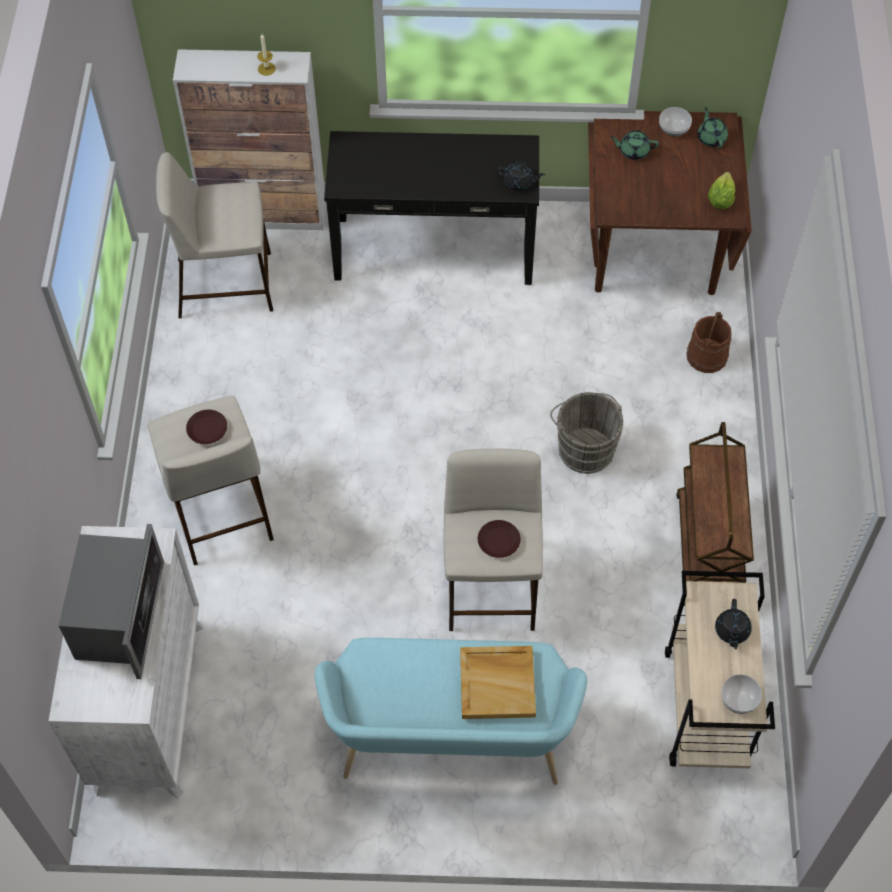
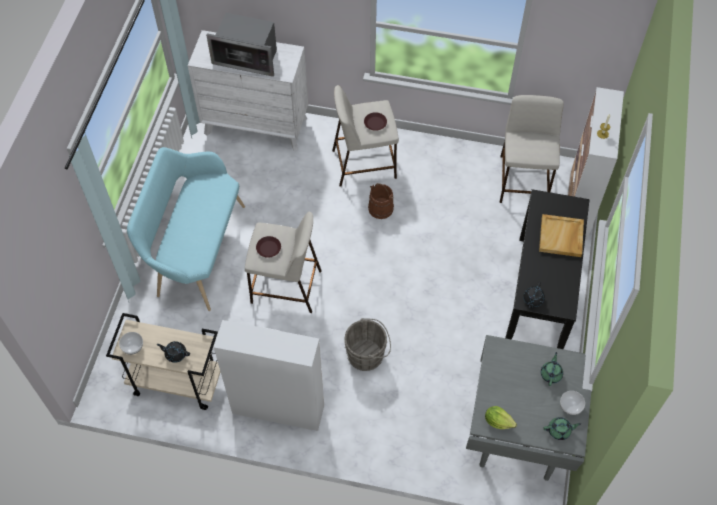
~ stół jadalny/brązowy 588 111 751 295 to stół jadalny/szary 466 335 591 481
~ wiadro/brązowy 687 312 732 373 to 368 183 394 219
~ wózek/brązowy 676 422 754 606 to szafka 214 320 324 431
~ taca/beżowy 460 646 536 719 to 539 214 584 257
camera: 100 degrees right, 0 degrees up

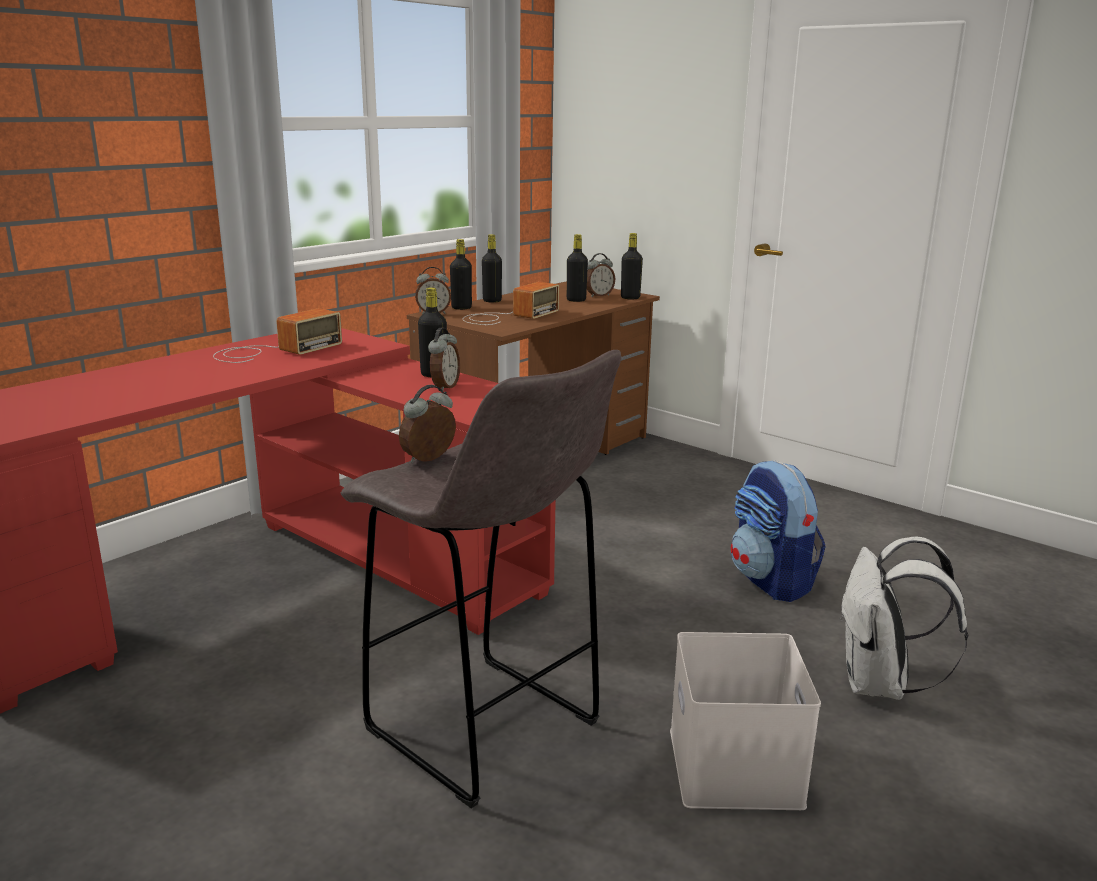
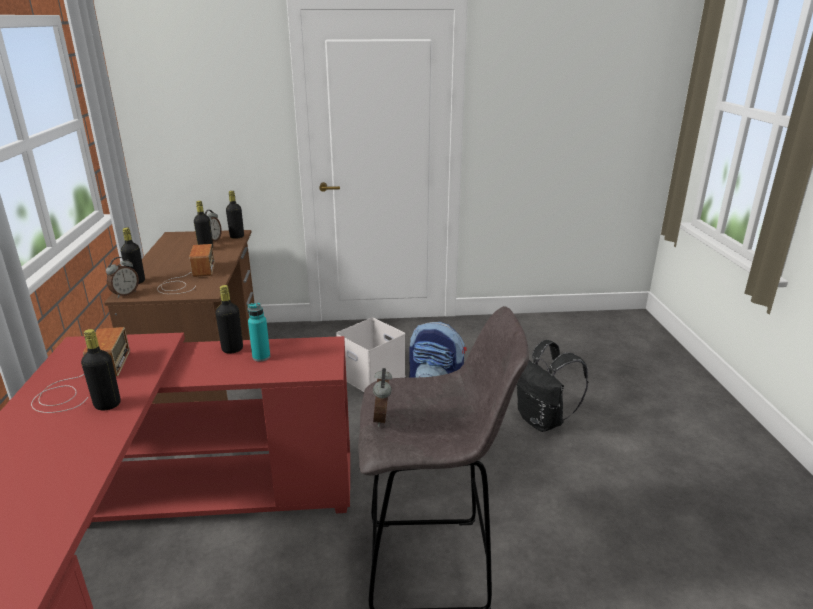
~ butelka/czarny 482 234 502 303 to 81 329 121 410
~ budzik 428 328 460 391 to butelka/turkusowy 247 303 270 361
~ plecak/biały 839 537 968 700 to plecak/czarny 516 340 588 432
~ pojemnik do przechowywania/biały 670 632 821 810 to 336 318 406 392
camera: 45 degrees left, 5 degrees up

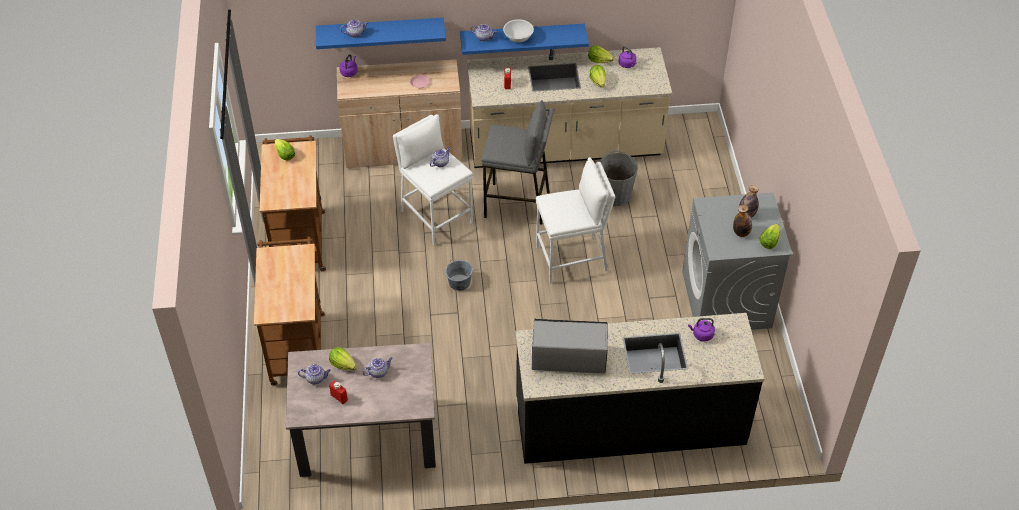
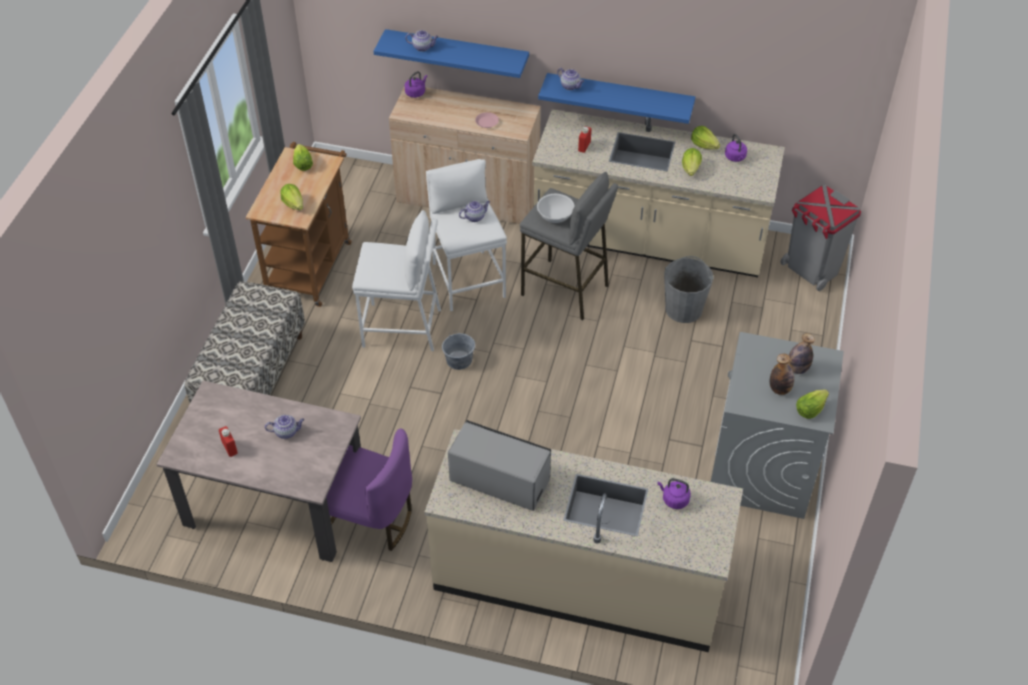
~ miska/biały 503 19 534 43 to 537 194 575 223
~ stołek/biały 536 157 615 284 to 352 210 441 351
~ wózek/brązowy 254 237 325 386 to ławka 185 281 305 403
~ zabudowa kuchenna/czarny 515 313 764 464 to zabudowa kuchenna/beżowy 425 429 743 652
~ sałata 329 347 357 370 to 280 184 303 210
- imbryk 298 364 331 384
+ kosz na śmieci/szary 780 185 861 291
+ krzesło/fioletowy 326 428 412 551
camera: 20 degrees right, 0 degrees up

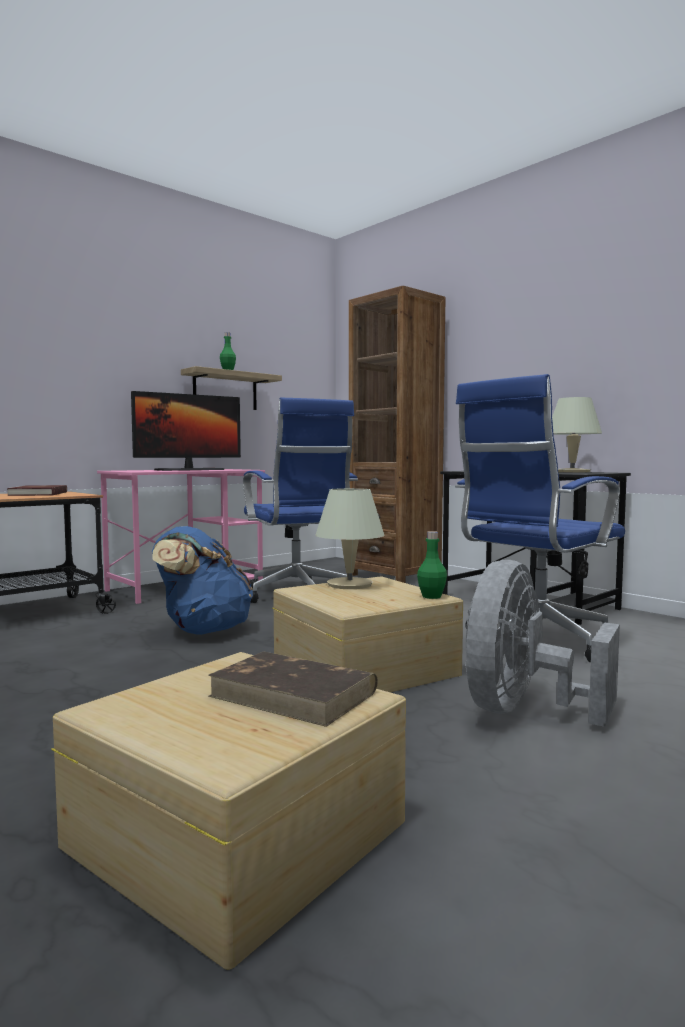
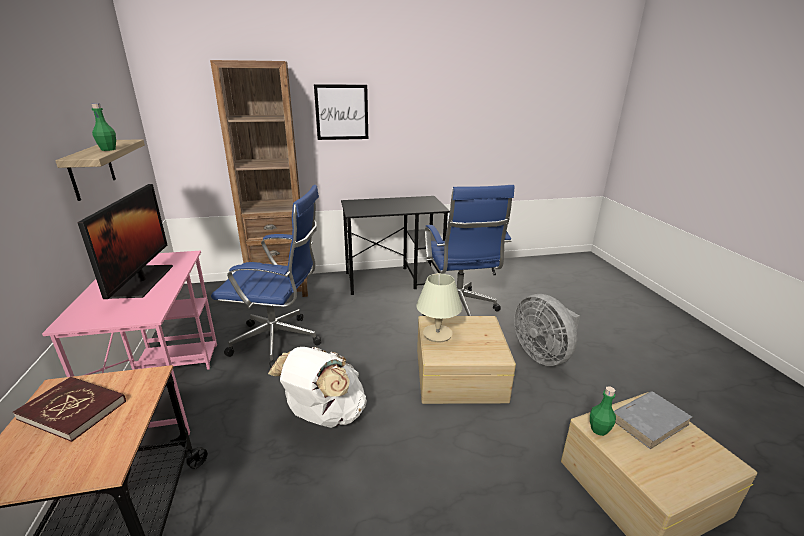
- lampa stołowa/beżowy 552 397 602 473
~ plecak/niebieski 152 526 253 635 to plecak/biały 268 347 367 428
~ butelka/zielony 417 531 447 599 to 590 386 616 436
~ książka/brązowy 208 652 378 727 to książka/szary 614 392 692 449
+ obraz 314 84 368 140
camera: 60 degrees left, 20 degrees up

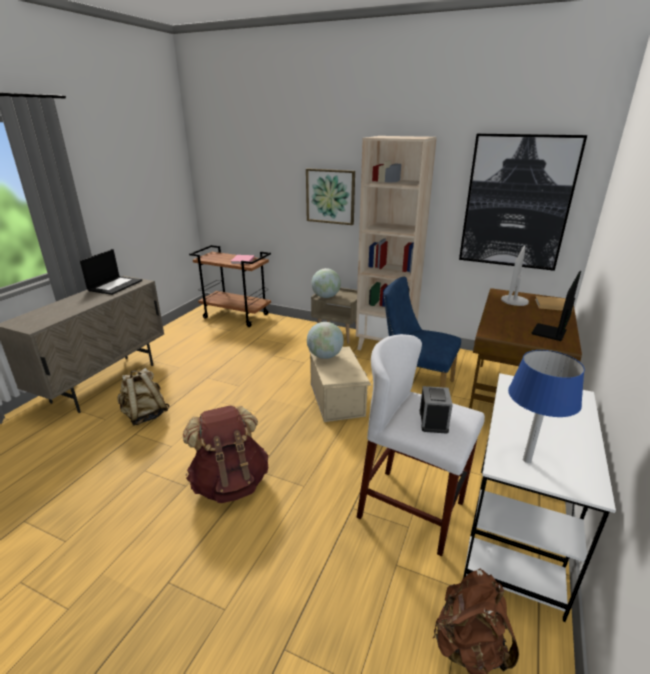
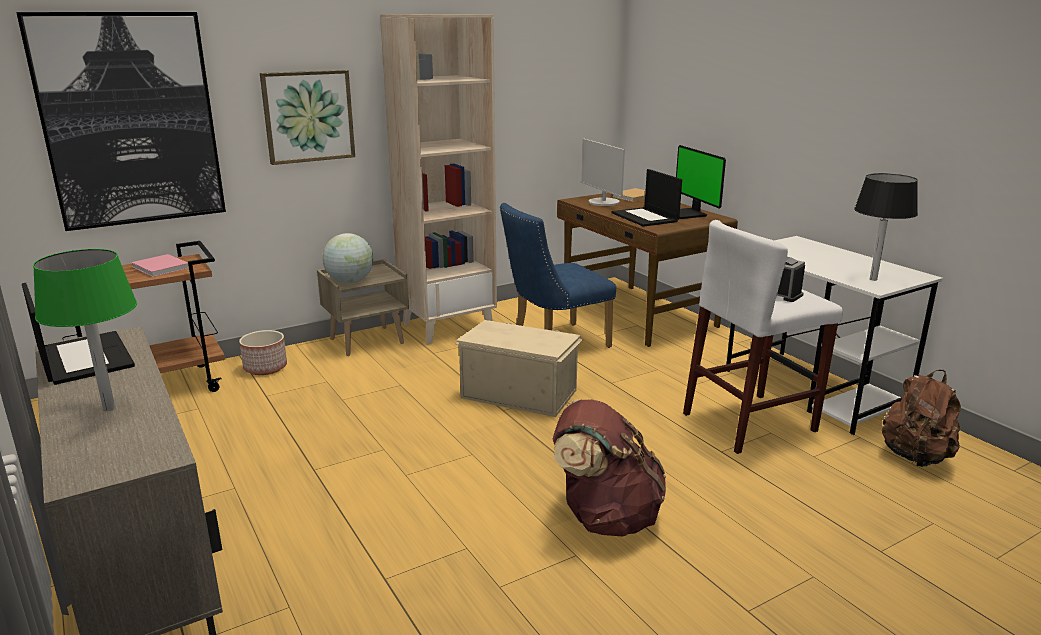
~ obraz 459 134 587 271 to 16 12 226 231
- globus 307 322 344 359
~ lampa stołowa/niebieski 508 350 585 463 to lampa stołowa/czarny 854 173 918 281
- plecak/beżowy 117 368 169 425
+ laptop 612 169 682 227
+ lampa stołowa/zielony 33 249 137 411
+ donica 239 330 287 375
camera: 55 degrees left, 5 degrees down

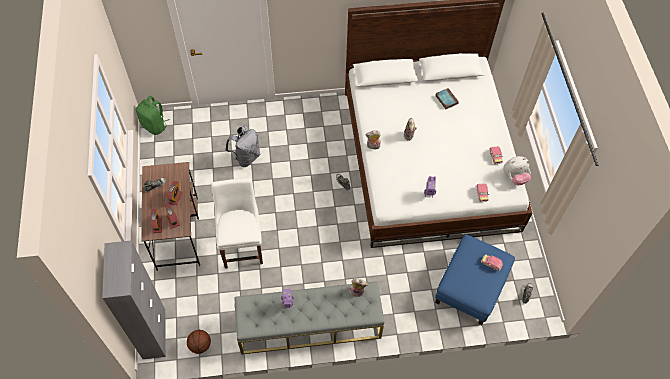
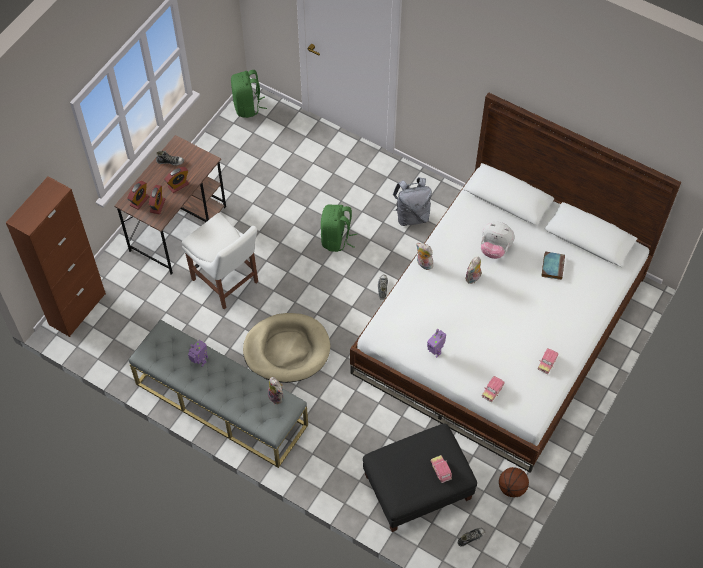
~ plecak/szary 225 126 260 167 to 393 177 432 226
~ pluszak 503 156 531 185 to 481 222 514 259
~ krzesło/biały 211 178 263 269 = 182 213 258 309 105 degrees clockwise
~ pufa/niebieski 435 235 515 325 to pufa/czarny 363 423 477 532
~ szafka/szary 102 240 166 359 to szafka/brązowy 6 176 106 337
~ piłka do koszykówki 187 330 211 354 to 499 467 529 497
+ plecak/zielony 321 205 357 252
+ legowisko/beżowy 243 313 331 383
camera: 40 degrees right, 0 degrees up

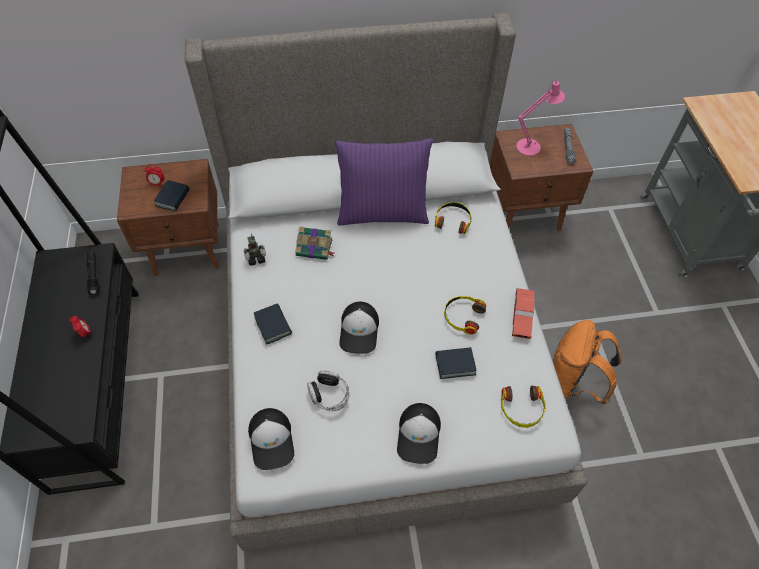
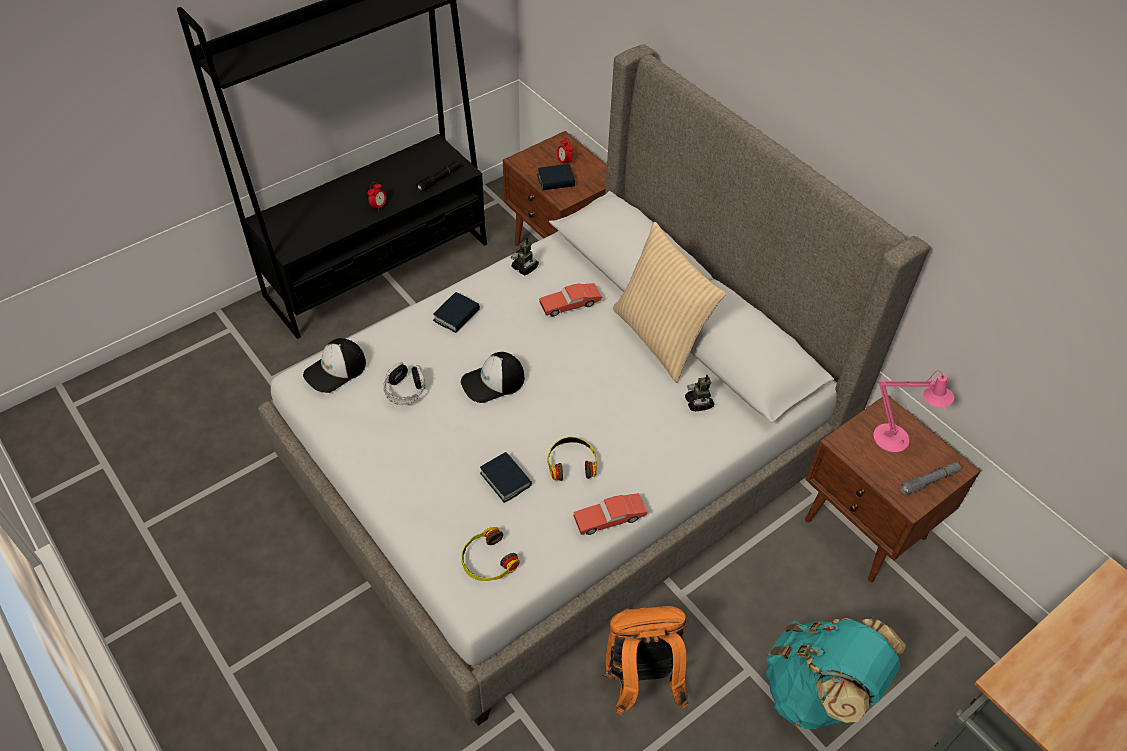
~ poduszka/fioletowy 335 138 433 226 to poduszka/beżowy 613 222 726 383
~ słuchawki 435 202 472 234 to robot zabawkowy 685 375 714 411
~ książka 295 227 334 260 to samochodzik/czerwony 539 283 602 317
- czapka z daszkiem 397 403 441 464
+ plecak/turkusowy 766 618 906 729
camera: 60 degrees right, 5 degrees down

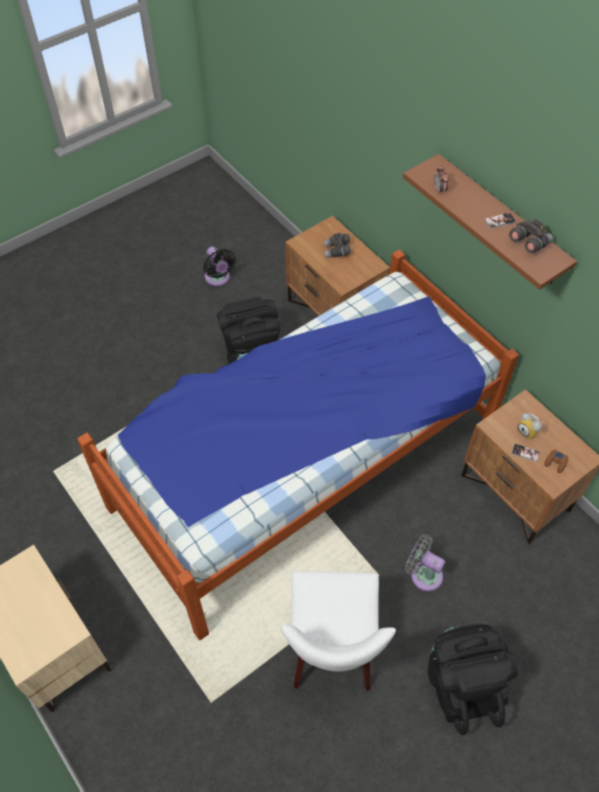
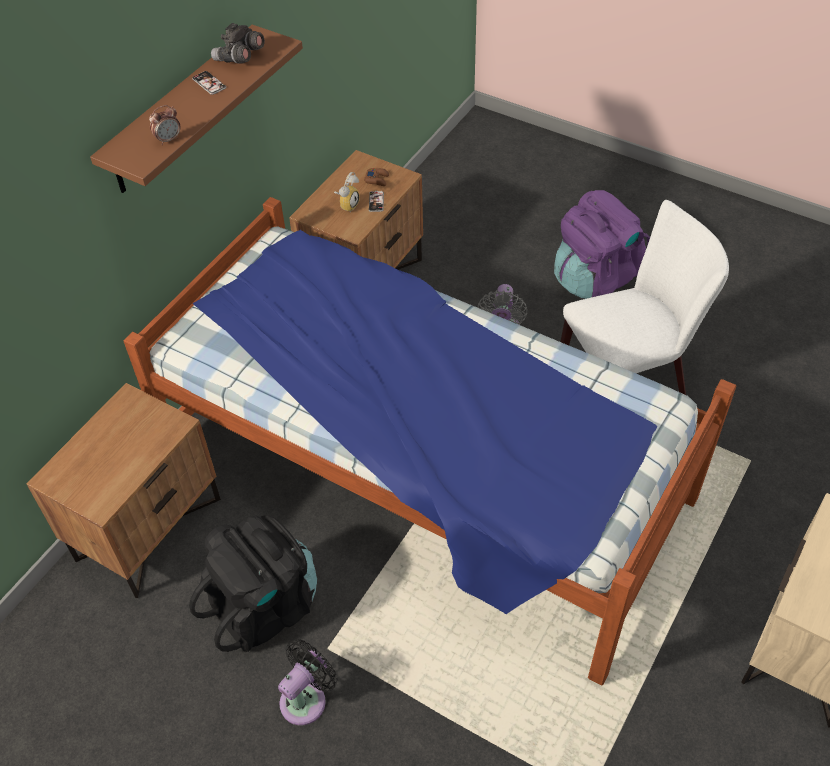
- lornetka/szary 324 233 351 258
~ wentylator/czarny 203 246 236 286 to 278 639 337 725
~ plecak/czarny 428 624 518 735 to plecak/fioletowy 554 190 650 299
camera: 110 degrees left, 5 degrees down

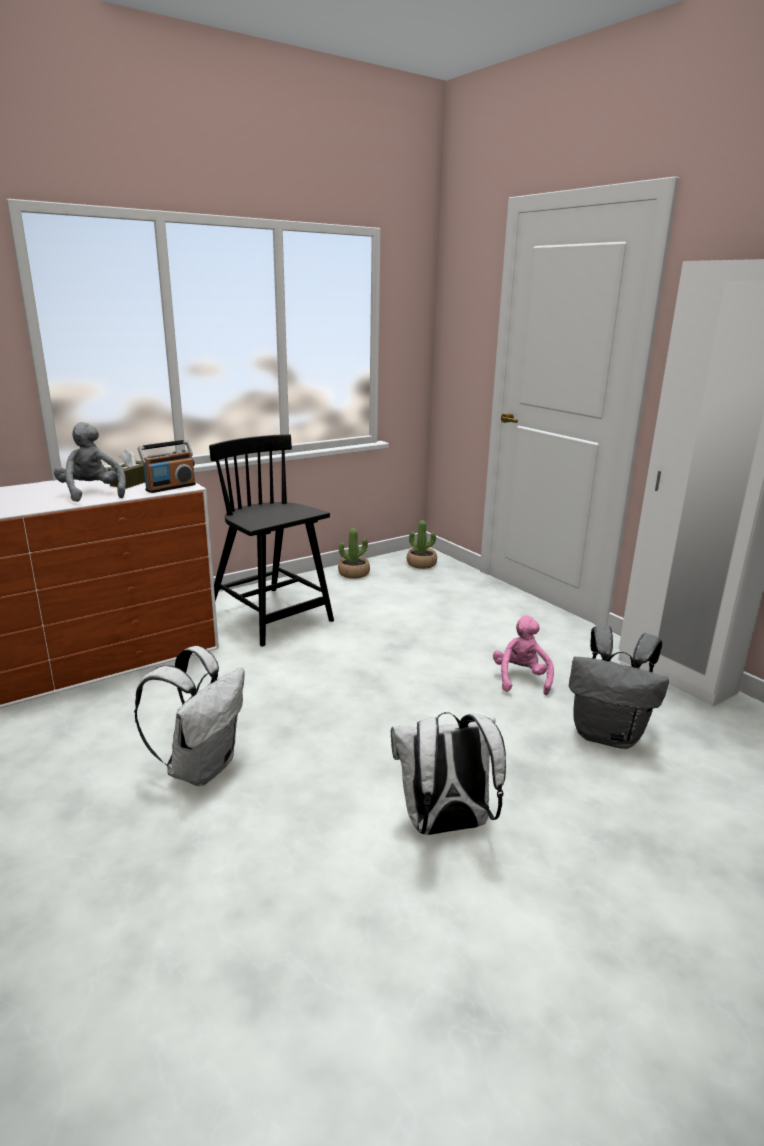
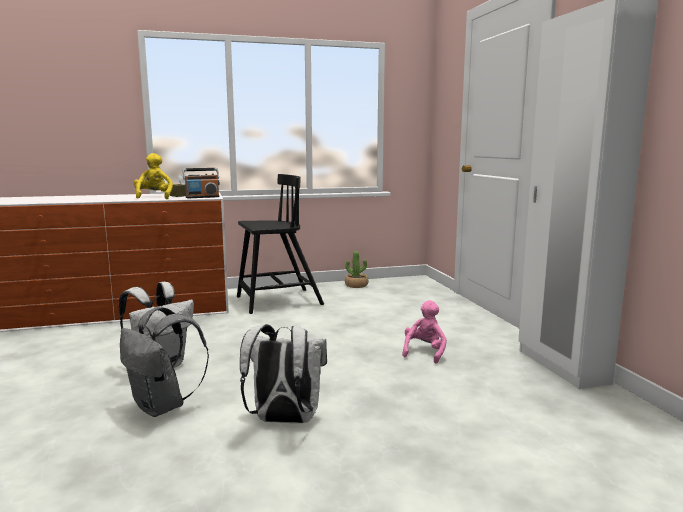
~ pluszak/szary 54 422 126 502 to pluszak/żółty 133 153 173 199
~ krzesło/czarny 209 434 334 646 = 237 174 324 314 90 degrees clockwise
- roślina doniczkowa 407 520 437 569
~ plecak/szary 569 626 669 749 to 120 307 209 417
camera: 20 degrees right, 10 degrees down

